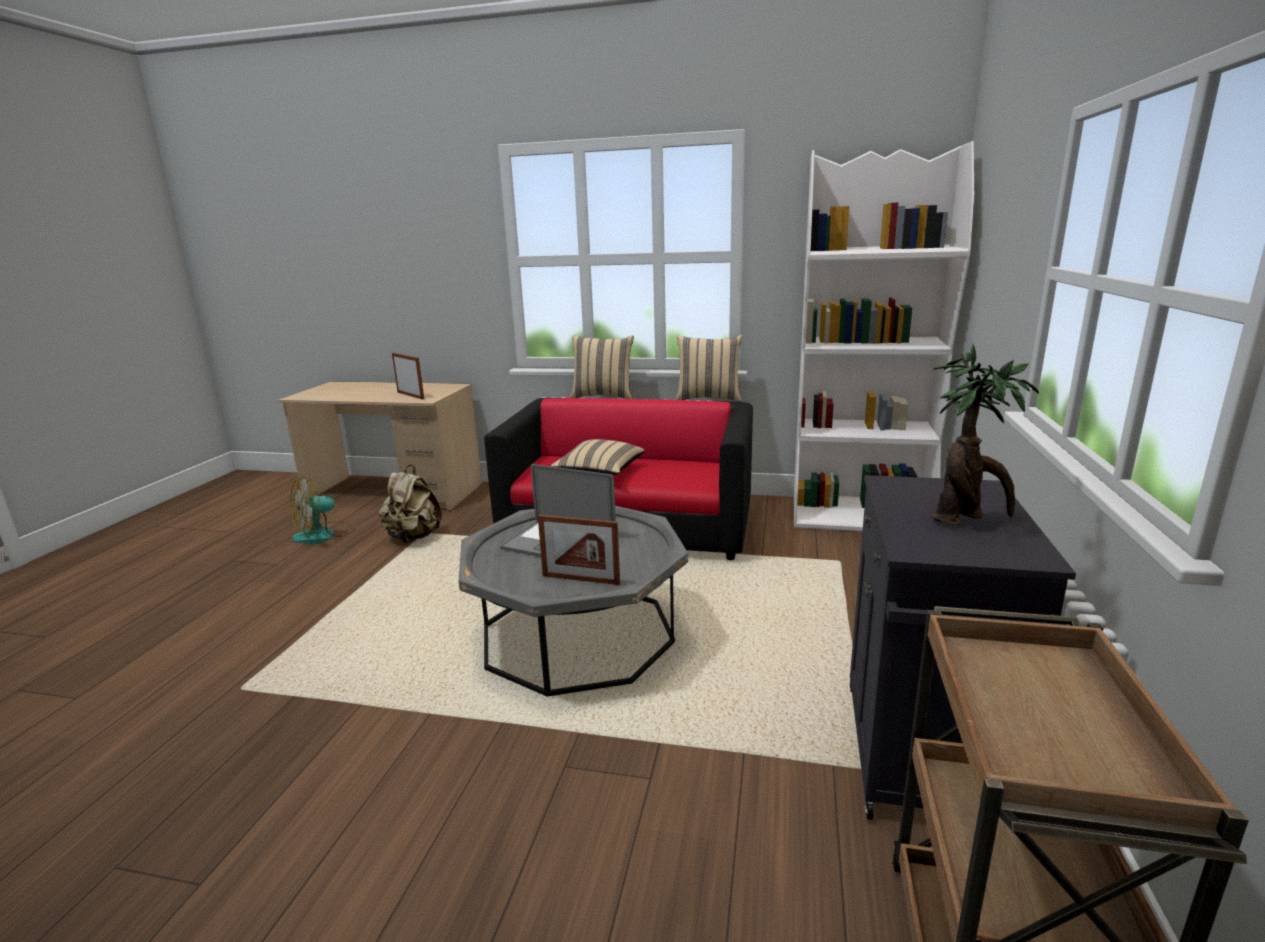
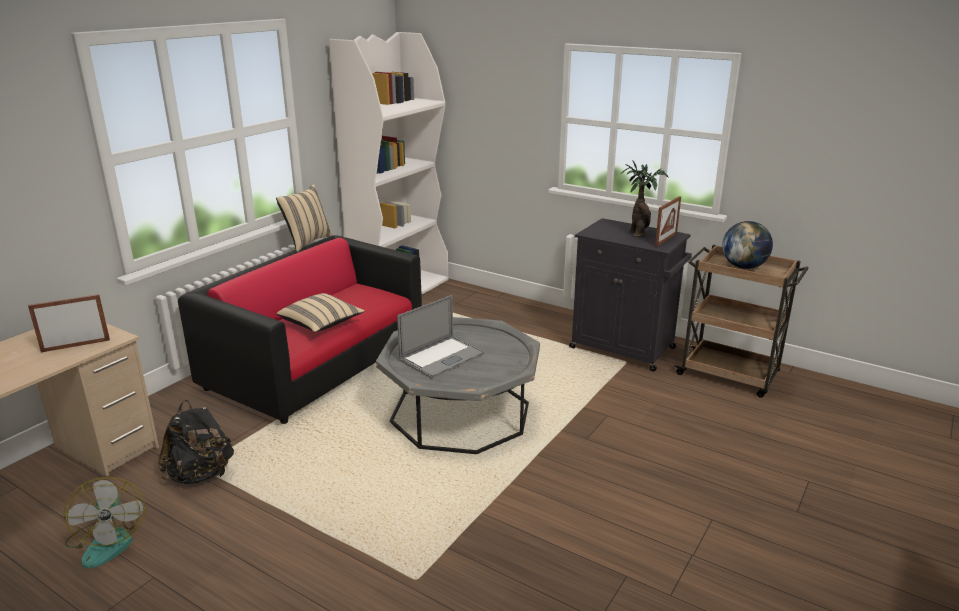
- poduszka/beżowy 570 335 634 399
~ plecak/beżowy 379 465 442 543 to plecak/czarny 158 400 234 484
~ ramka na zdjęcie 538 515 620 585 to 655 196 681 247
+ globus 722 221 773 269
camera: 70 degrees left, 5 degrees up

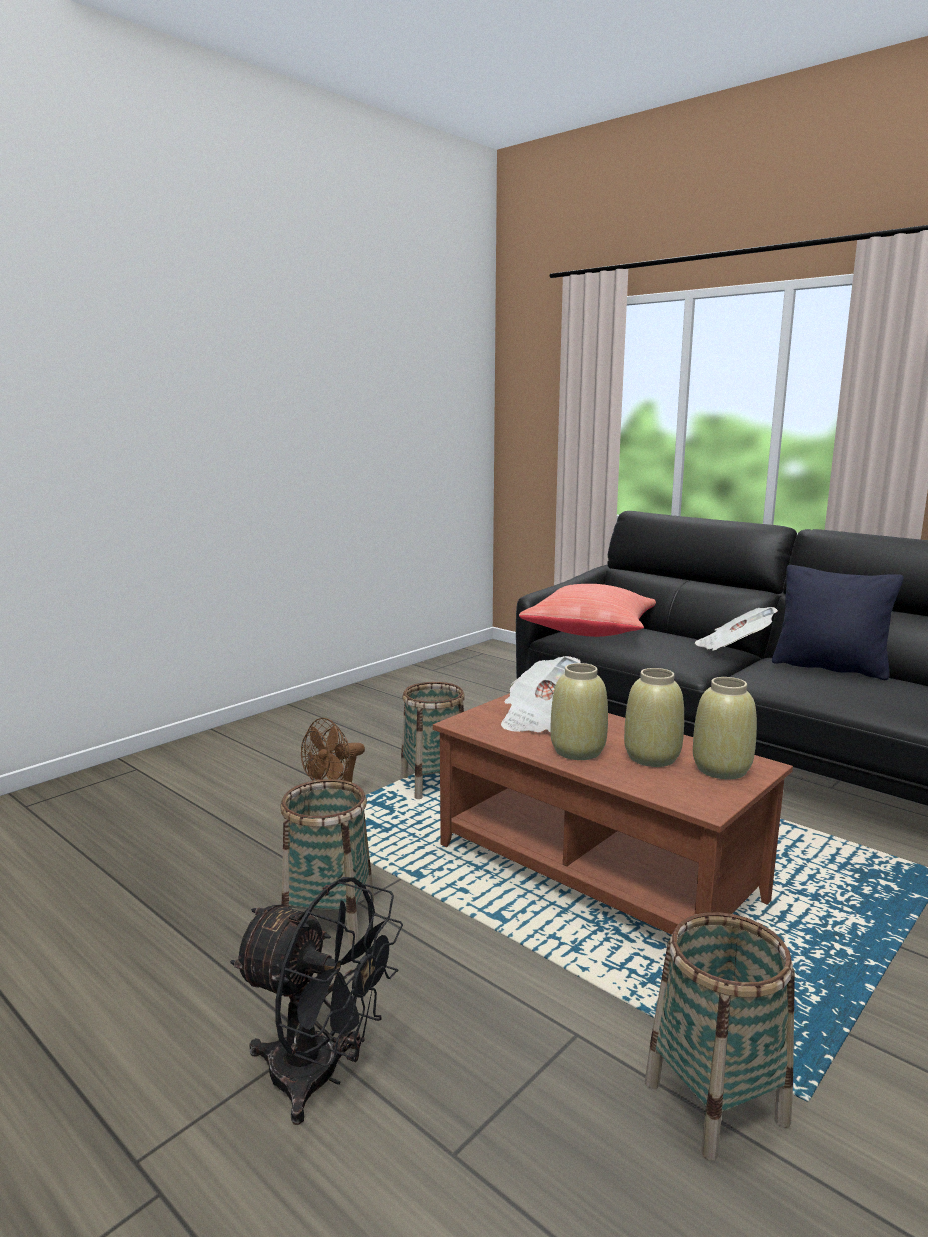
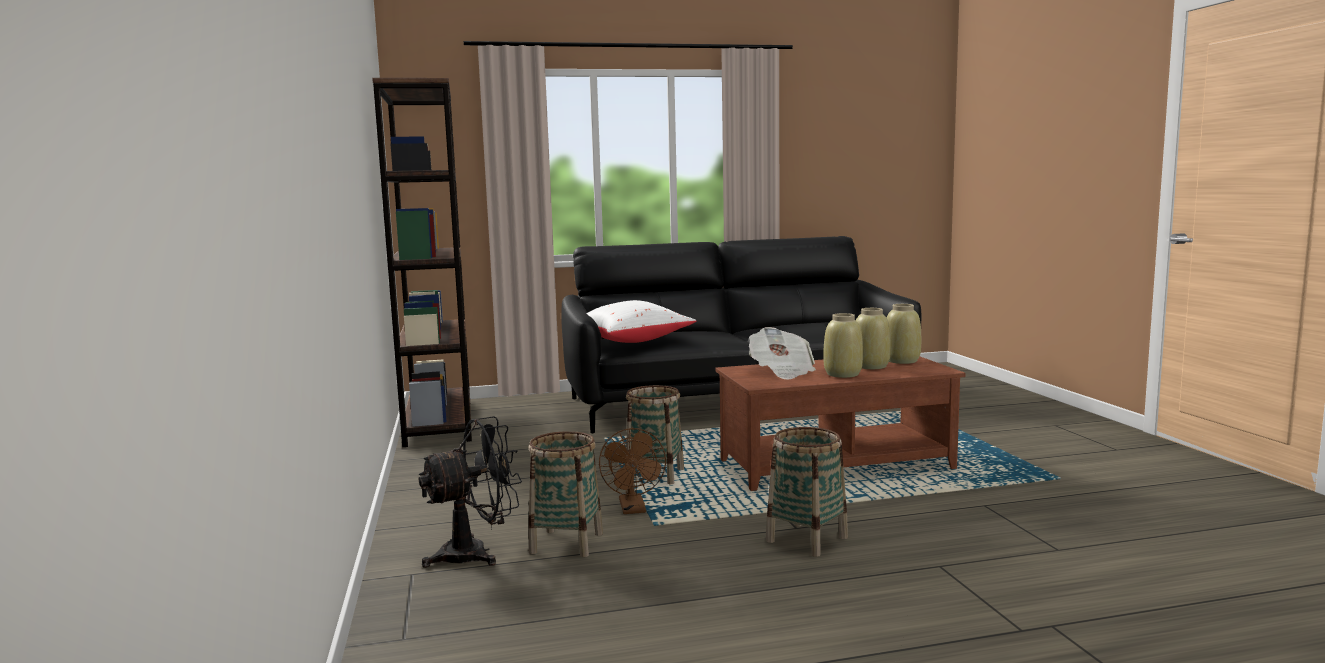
- poduszka/czarny 772 565 904 680
~ poduszka/czerwony 519 584 656 637 to poduszka/biały 587 300 696 343
- gazeta 695 607 778 651
~ wentylator/czarny 230 877 403 1125 to 419 416 522 568
~ koszyk 645 912 795 1160 to 529 431 603 557
+ regał/brązowy 372 78 472 447
camera: 55 degrees left, 5 degrees down

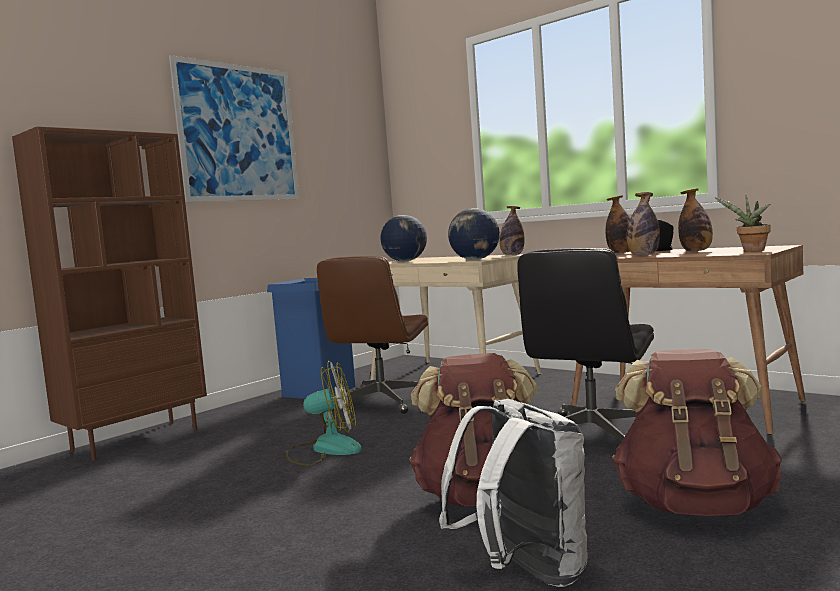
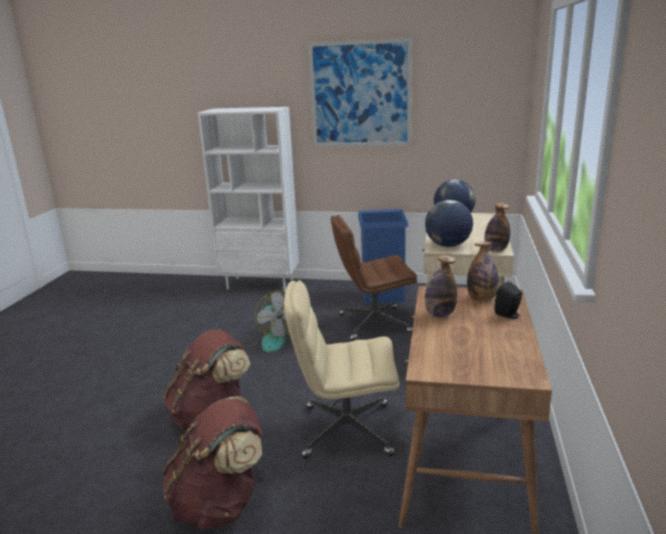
~ regał/brązowy 12 126 207 461 to regał/biały 198 107 299 292
- butelka 678 188 713 252
- roślina doniczkowa 715 195 771 252
~ krzesło biurowe/czarny 517 248 654 440 to krzesło biurowe/beżowy 284 281 400 459
- plecak/biały 439 399 588 587
camera: 60 degrees right, 15 degrees up

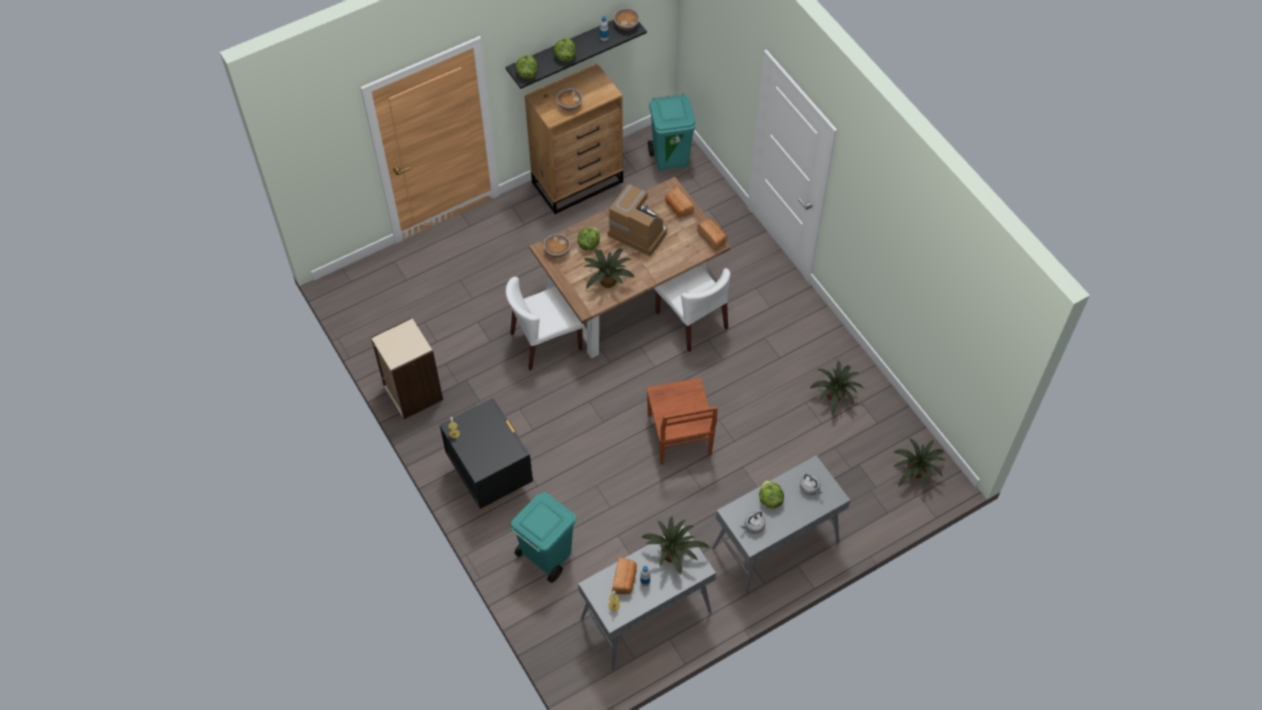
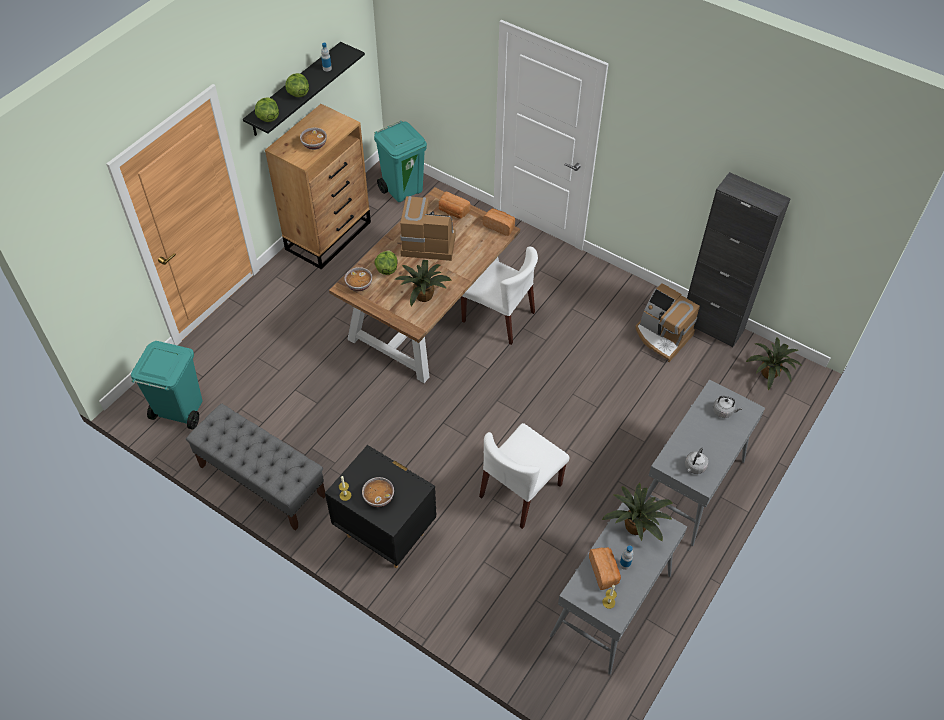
~ miska 614 8 640 30 to 362 477 394 507
~ krzesło/biały 506 277 584 370 to 479 423 569 529
~ regał/beżowy 371 317 443 419 to ławka/szary 186 403 326 531
~ roślina doniczkowa 810 360 864 416 to ekspres do kawy 635 283 700 362
- krzesło/brązowy 646 377 718 465
- sałata 759 480 784 508
~ kosz na śmieci/turkusowy 510 492 576 583 to 131 341 202 430
+ szafka/czarny 687 172 791 347
camera: 25 degrees left, 5 degrees down

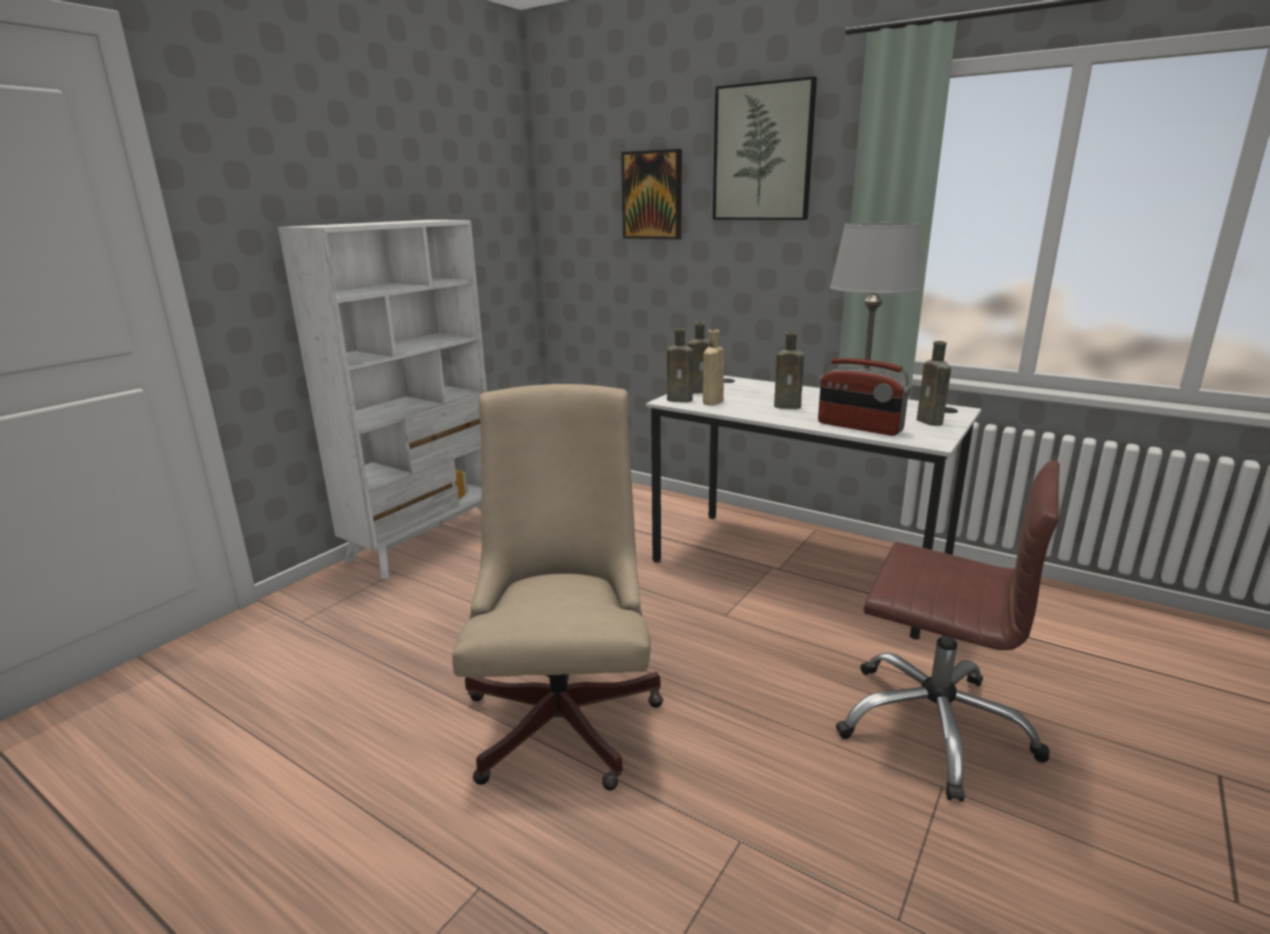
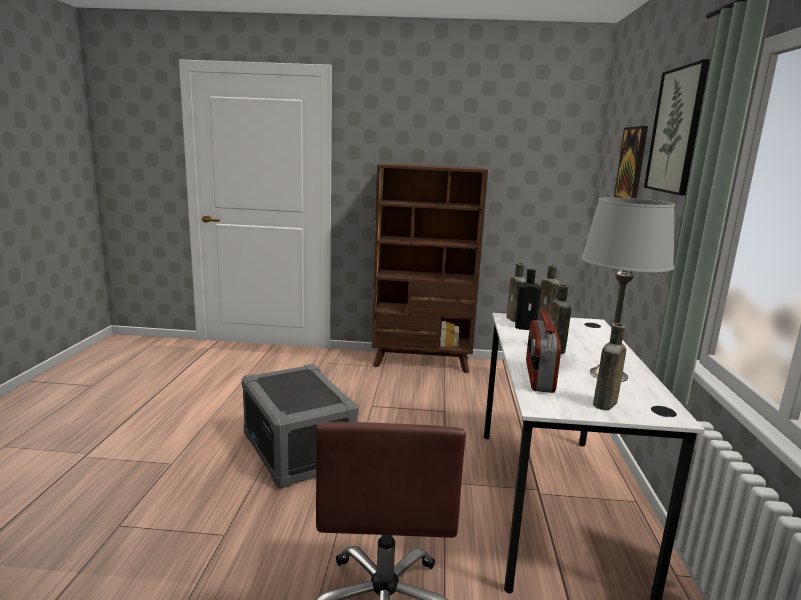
~ regał/biały 278 220 487 579 to regał/brązowy 372 164 488 373
~ butelka/beżowy 703 330 724 406 to butelka/czarny 515 269 541 330
~ krzesło biurowe/beżowy 452 384 663 790 to pojemnik do przechowywania/szary 242 364 359 489
camera: 60 degrees right, 5 degrees down

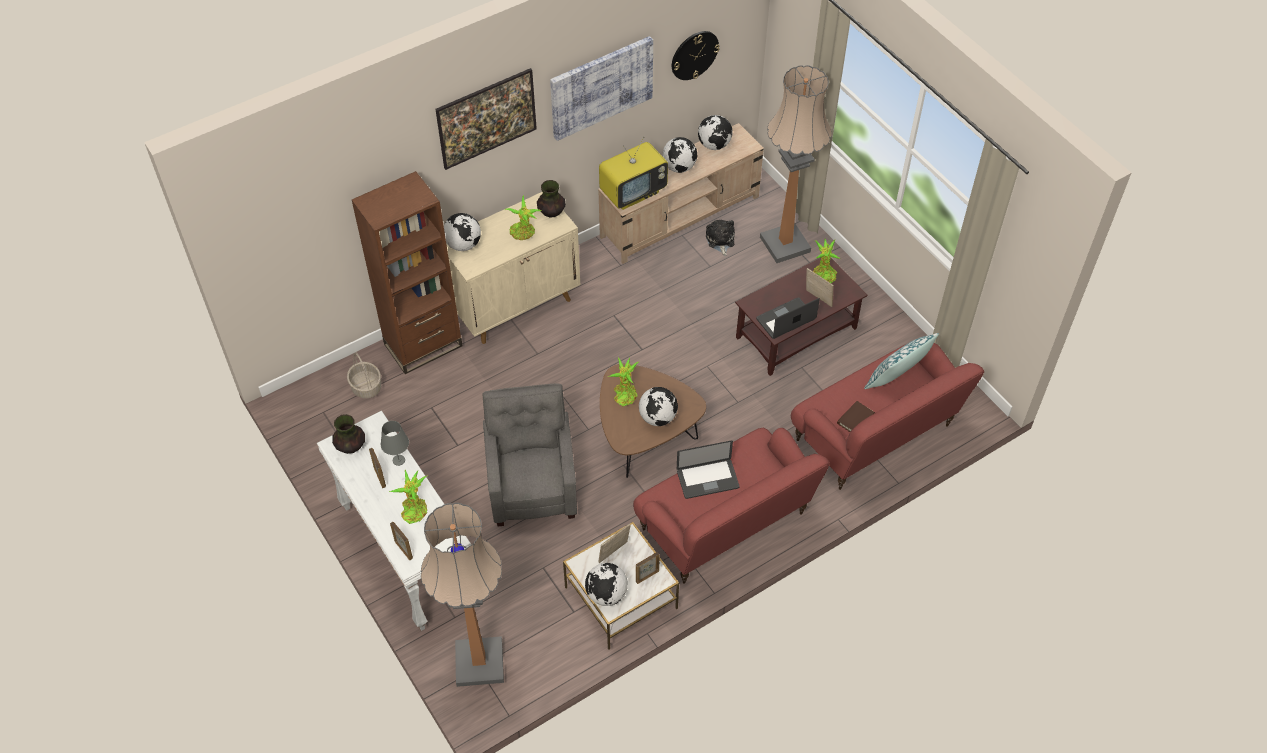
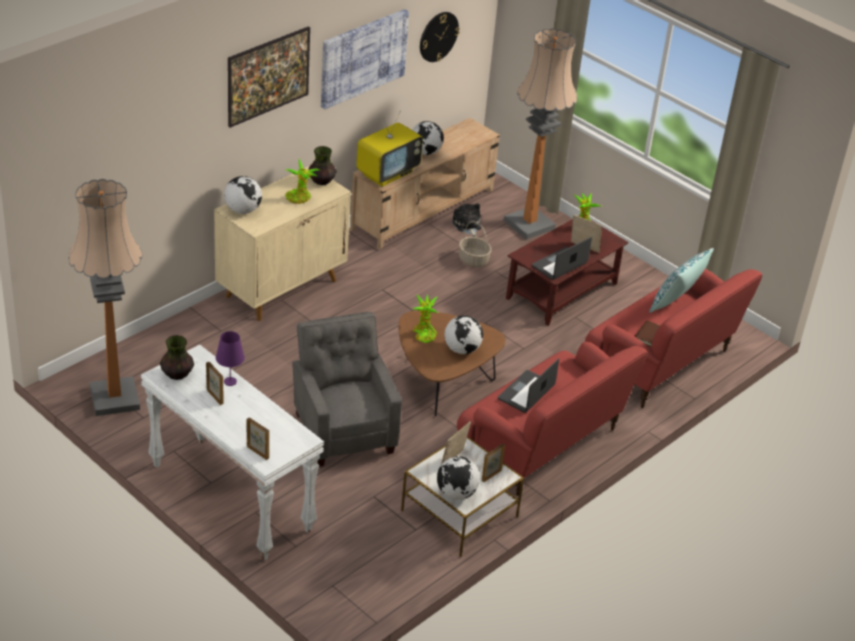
- globus 698 115 733 150
- regał/brązowy 352 171 463 374
~ koszyk 347 352 381 398 to 459 221 492 267
~ lampa stołowa/szary 381 421 409 466 to lampa stołowa/fioletowy 216 331 245 386
~ laptop 677 441 740 499 = 498 358 559 413 150 degrees clockwise
- roślina doniczkowa 389 469 428 524
~ lampa stojąca 421 503 504 687 to 68 179 143 416
camera: 15 degrees left, 15 degrees down

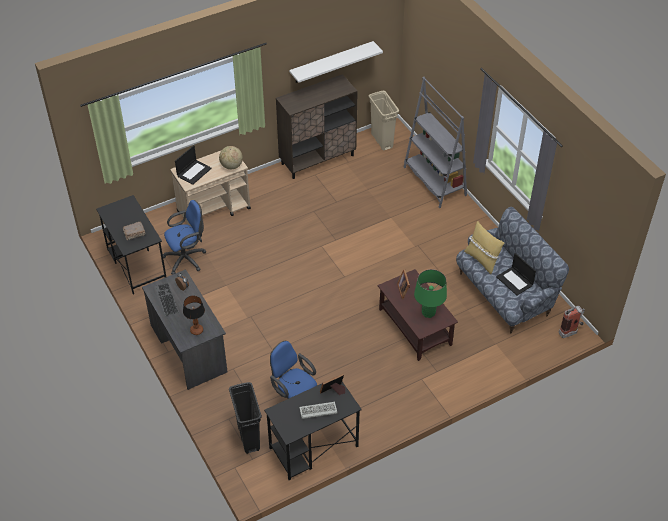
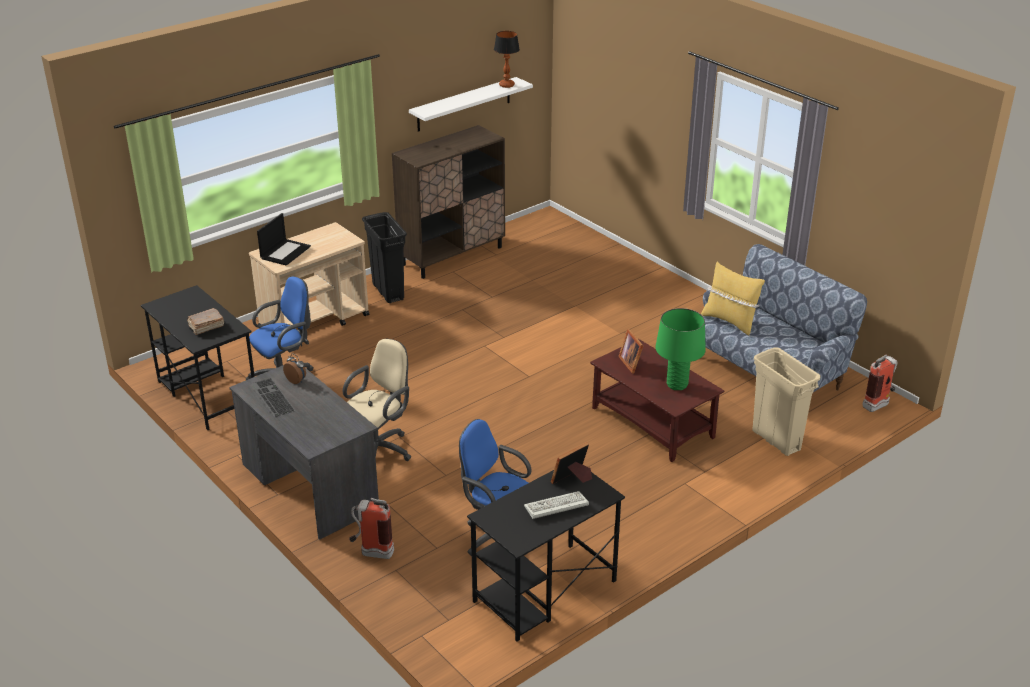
- regał/szary 403 77 467 208
~ kosz na śmieci/beżowy 369 91 399 151 to 752 347 821 456
- globus 219 146 243 169
- laptop 496 253 536 295
~ lampa stołowa 183 296 205 335 to 494 31 520 88
~ kosz na śmieci/czarny 229 382 262 454 to 362 212 407 303
+ krzesło biurowe/beżowy 343 339 411 461
+ gaśnica 349 498 394 559
camera: 10 degrees left, 15 degrees down

